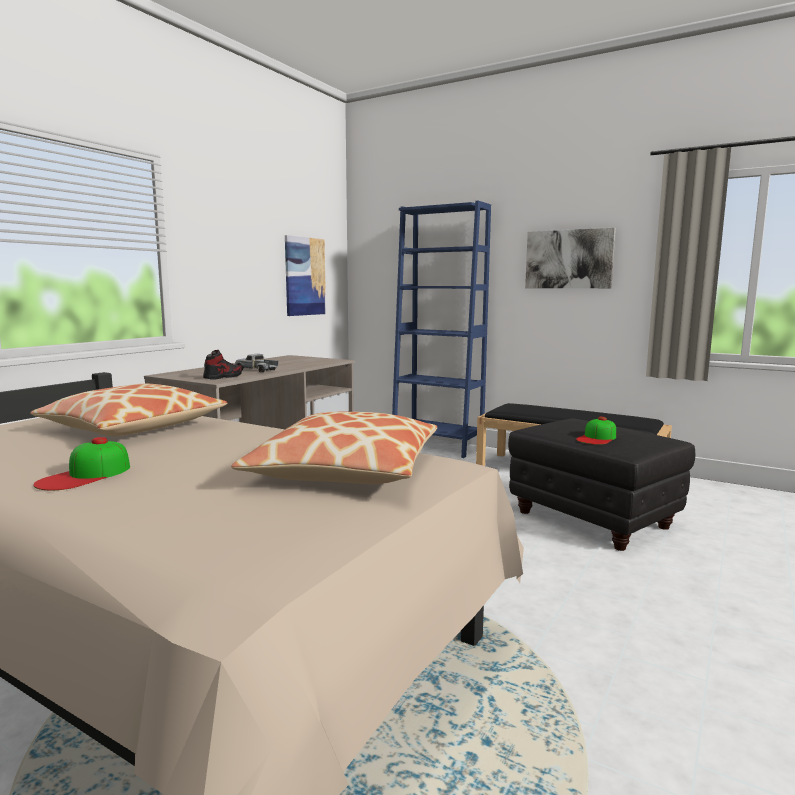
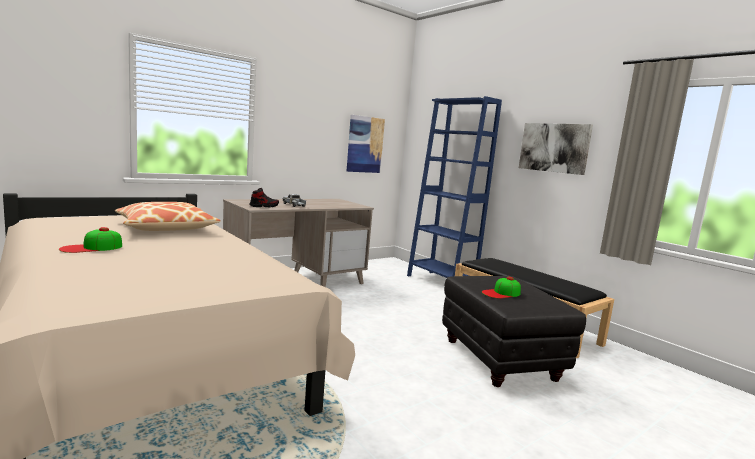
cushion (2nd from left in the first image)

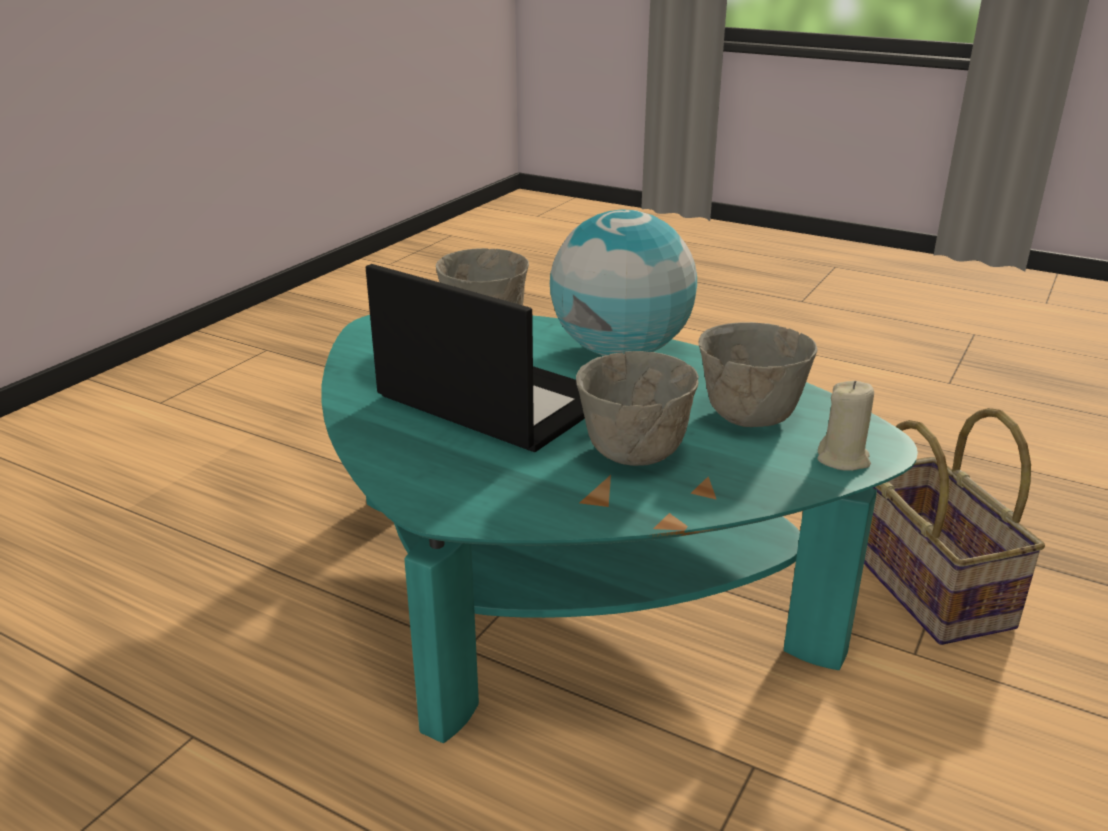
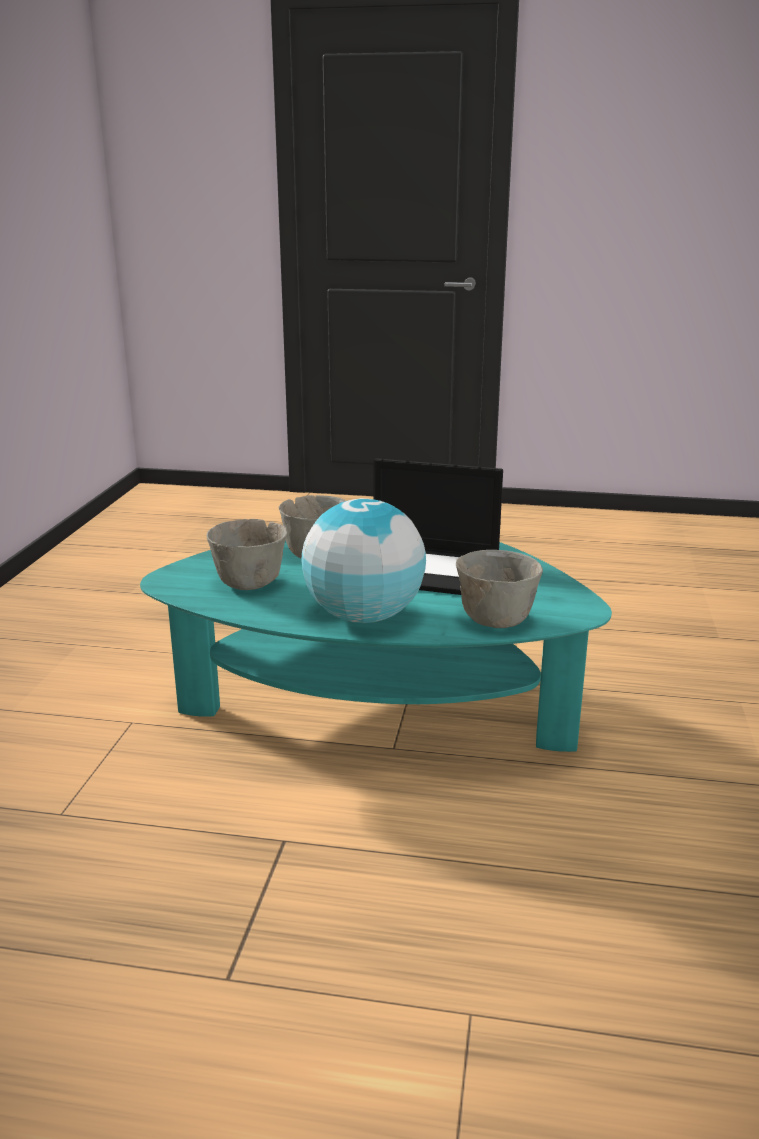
wax light (beige)
storage basket

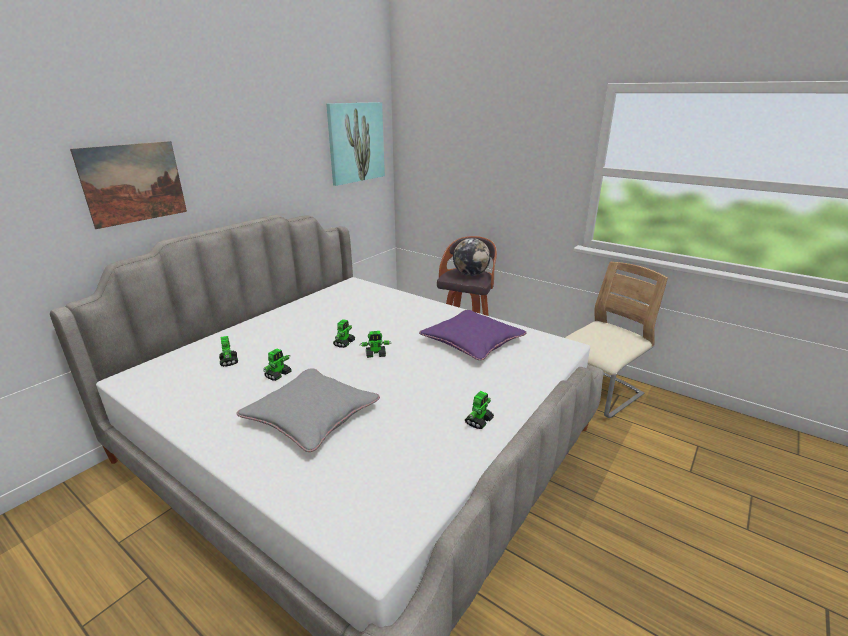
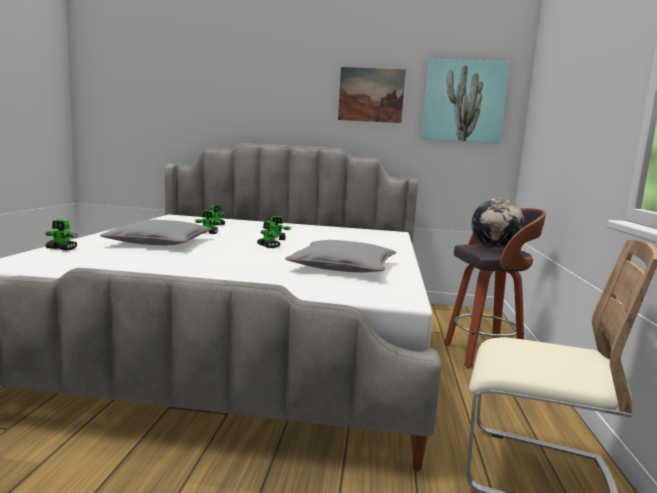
picture (1st from left)
cushion (gray) (2nd from left)
model robot (1st from left)

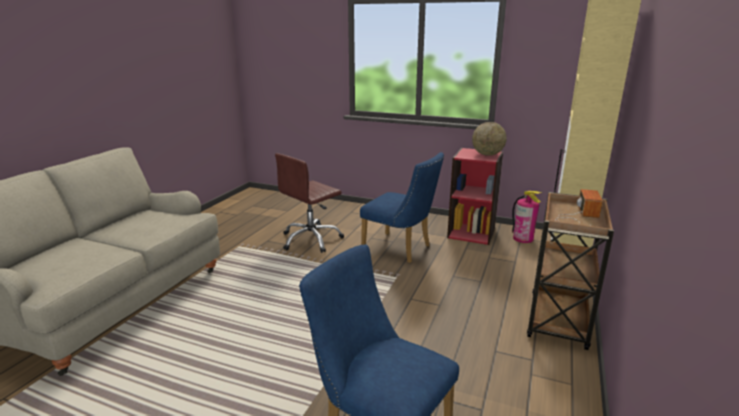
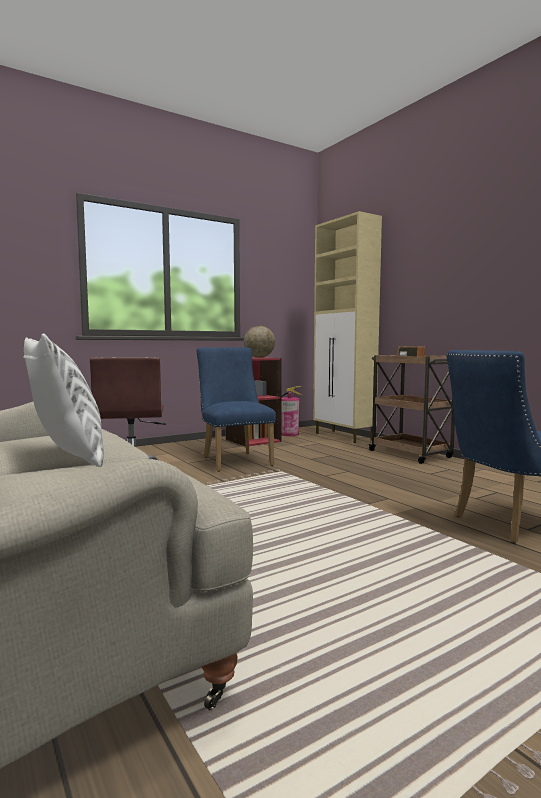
chair (blue-coloured) (1st from left)
cushion (whitish)

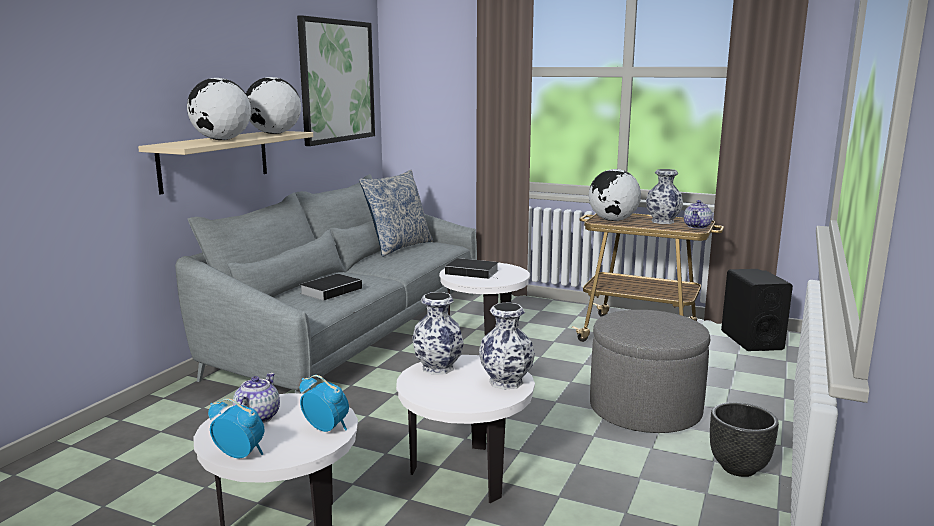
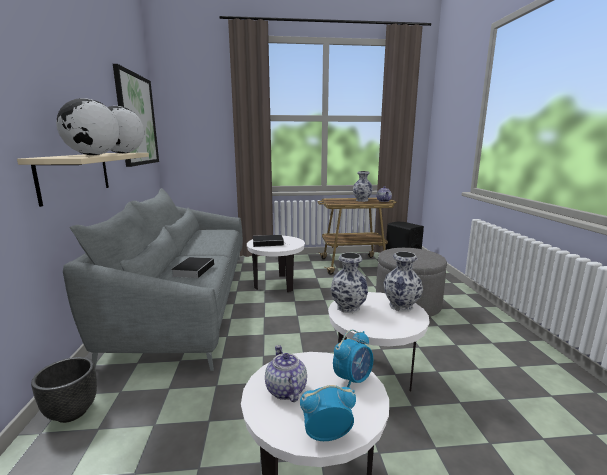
alarm clock (2nd from left)
cushion
globe (3rd from left in the first image)
planter (black)

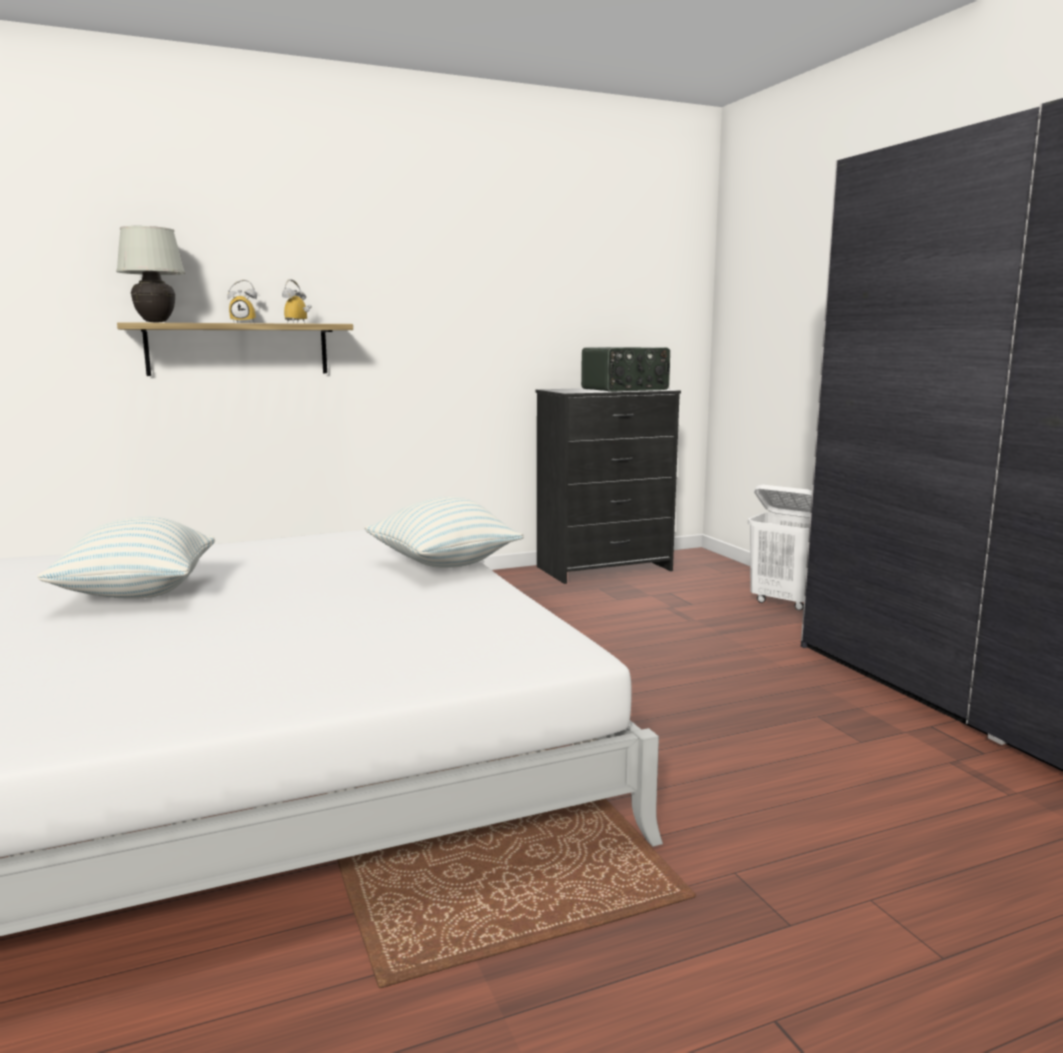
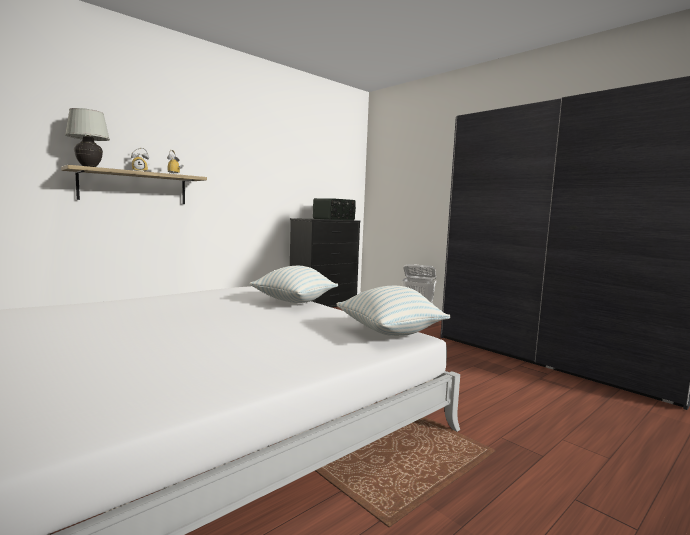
cushion (2nd from left)

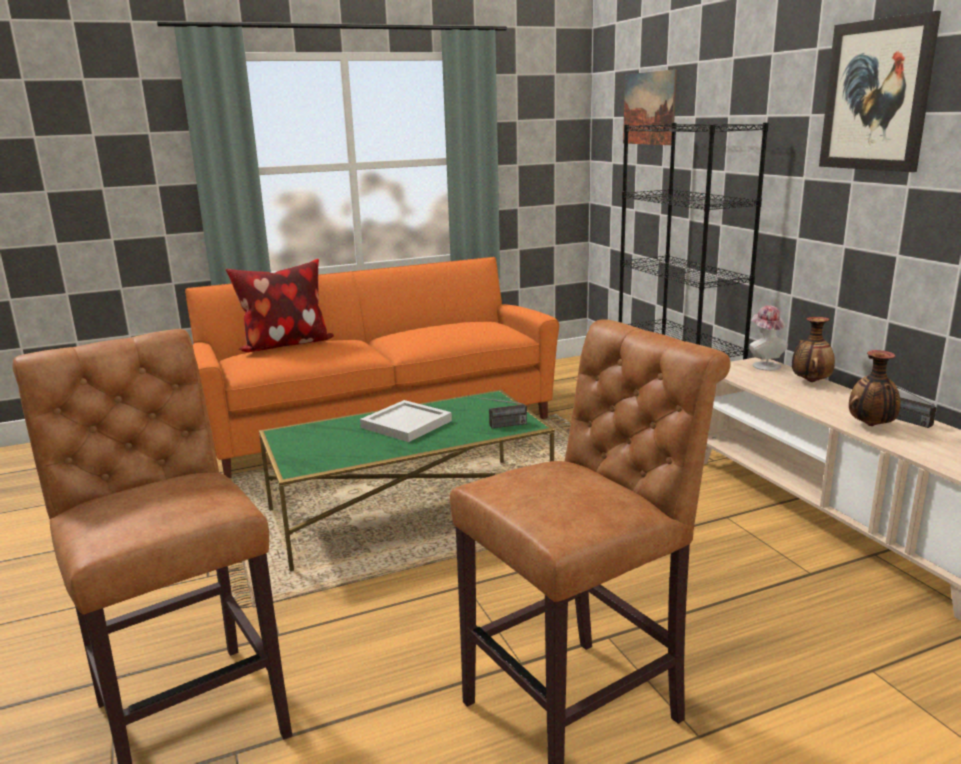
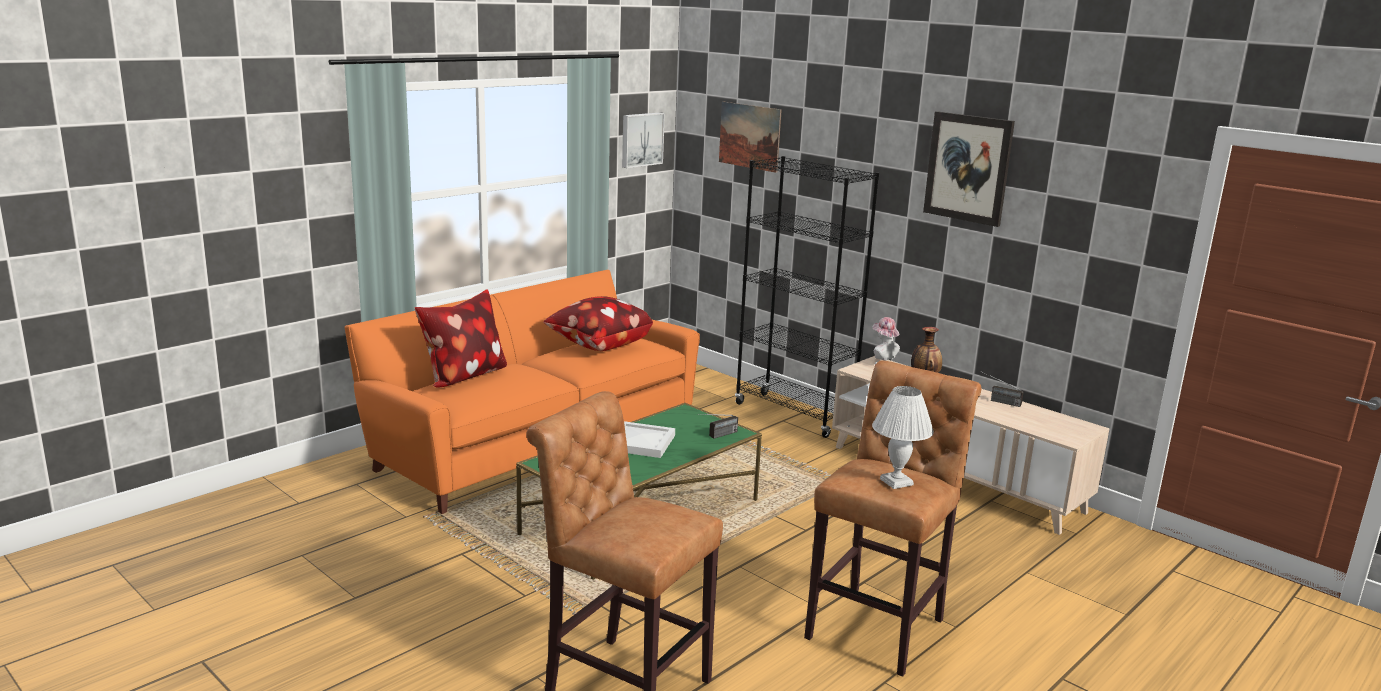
vase (2nd from left in the first image)
cushion (2nd from left)
picture (1st from left)
table lamp (whitish)

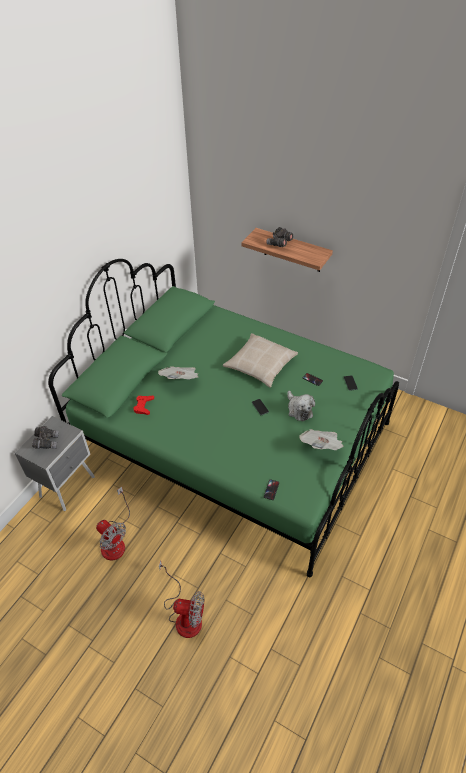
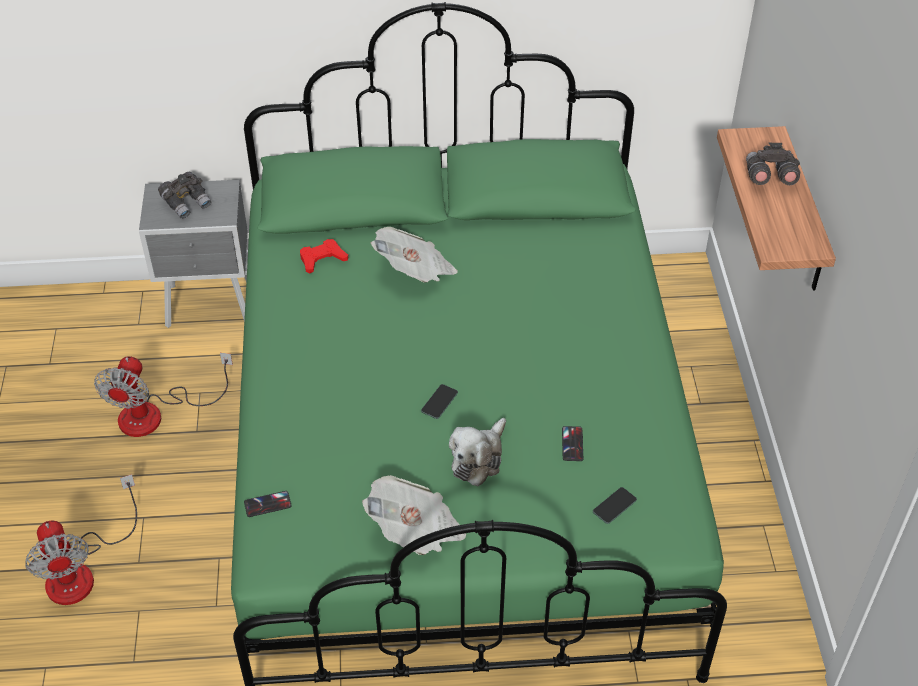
cushion (beige)

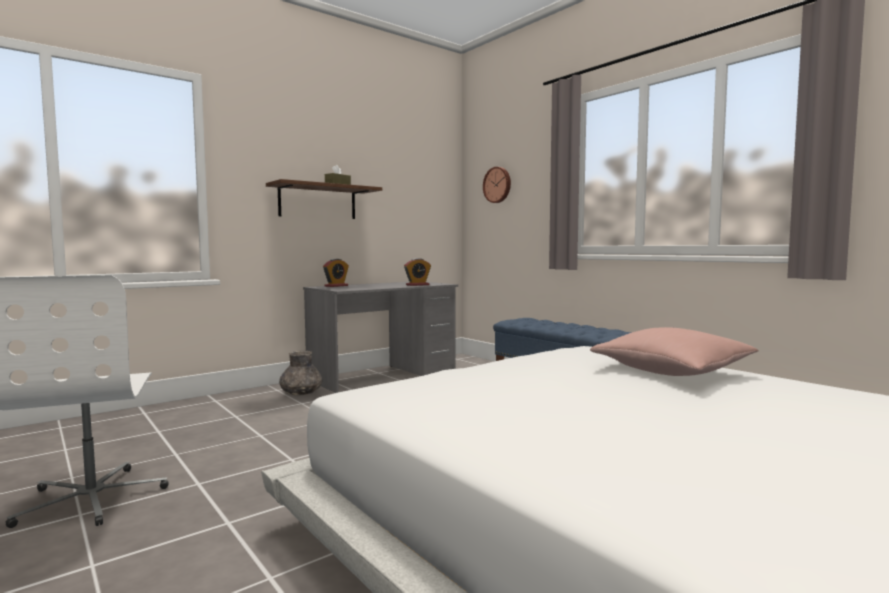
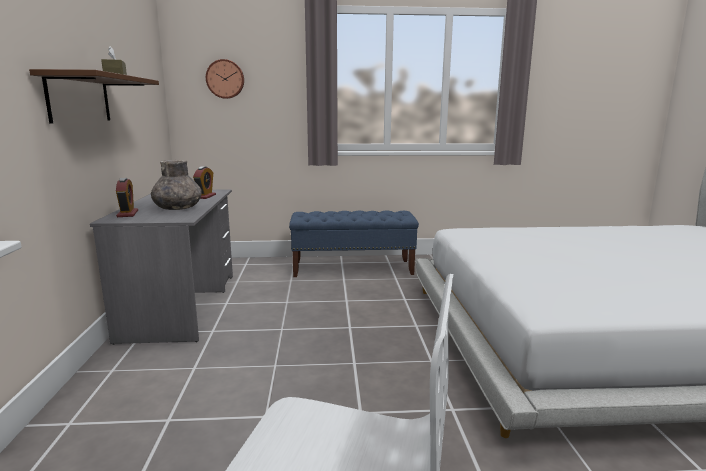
vase (gray)
cushion (pink)

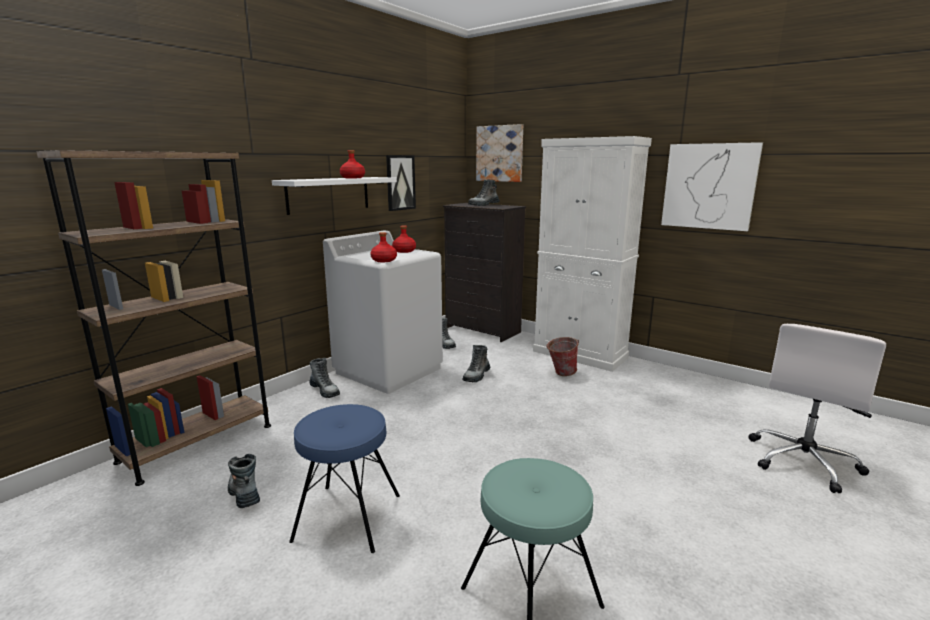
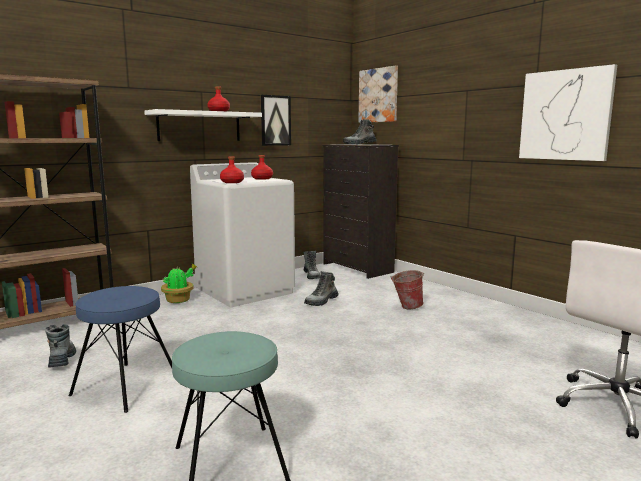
potted plant
cabinet (whitish)

